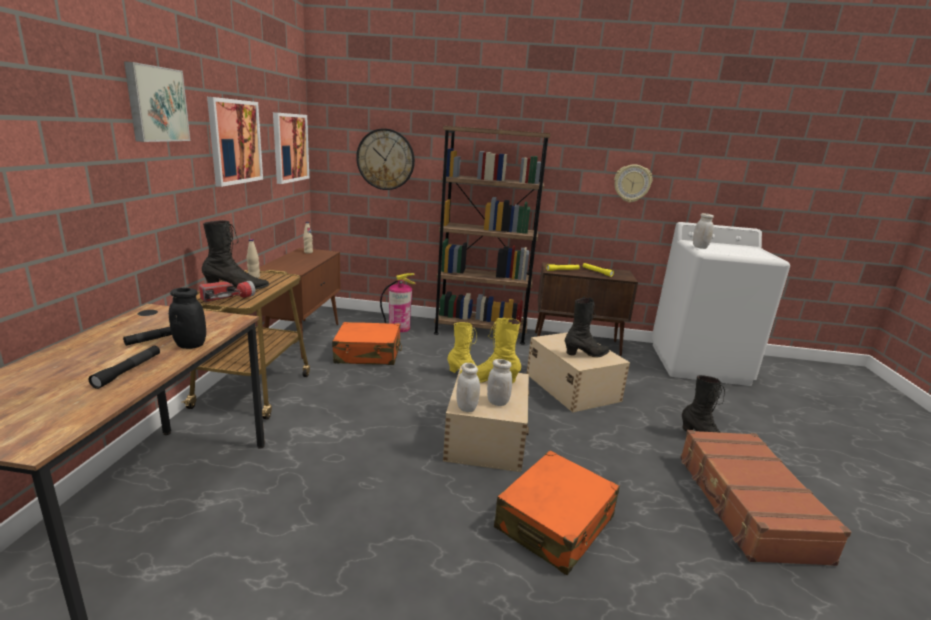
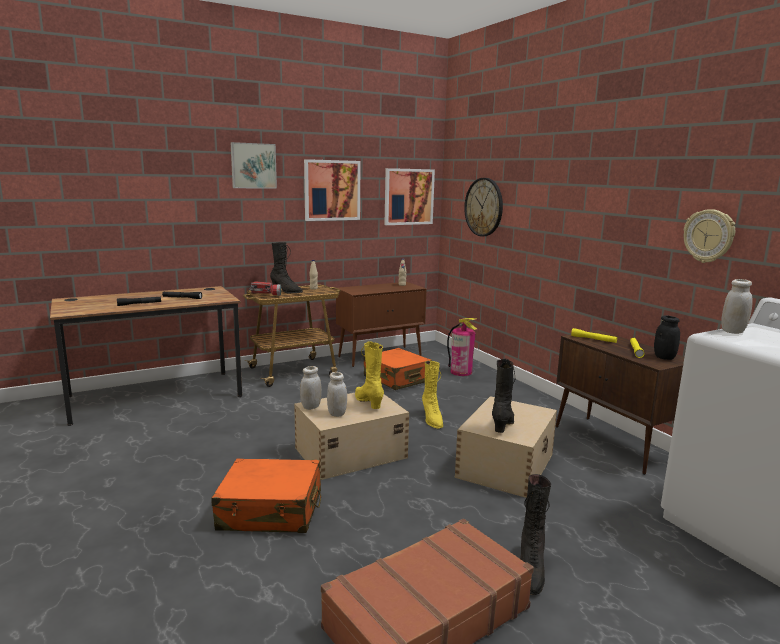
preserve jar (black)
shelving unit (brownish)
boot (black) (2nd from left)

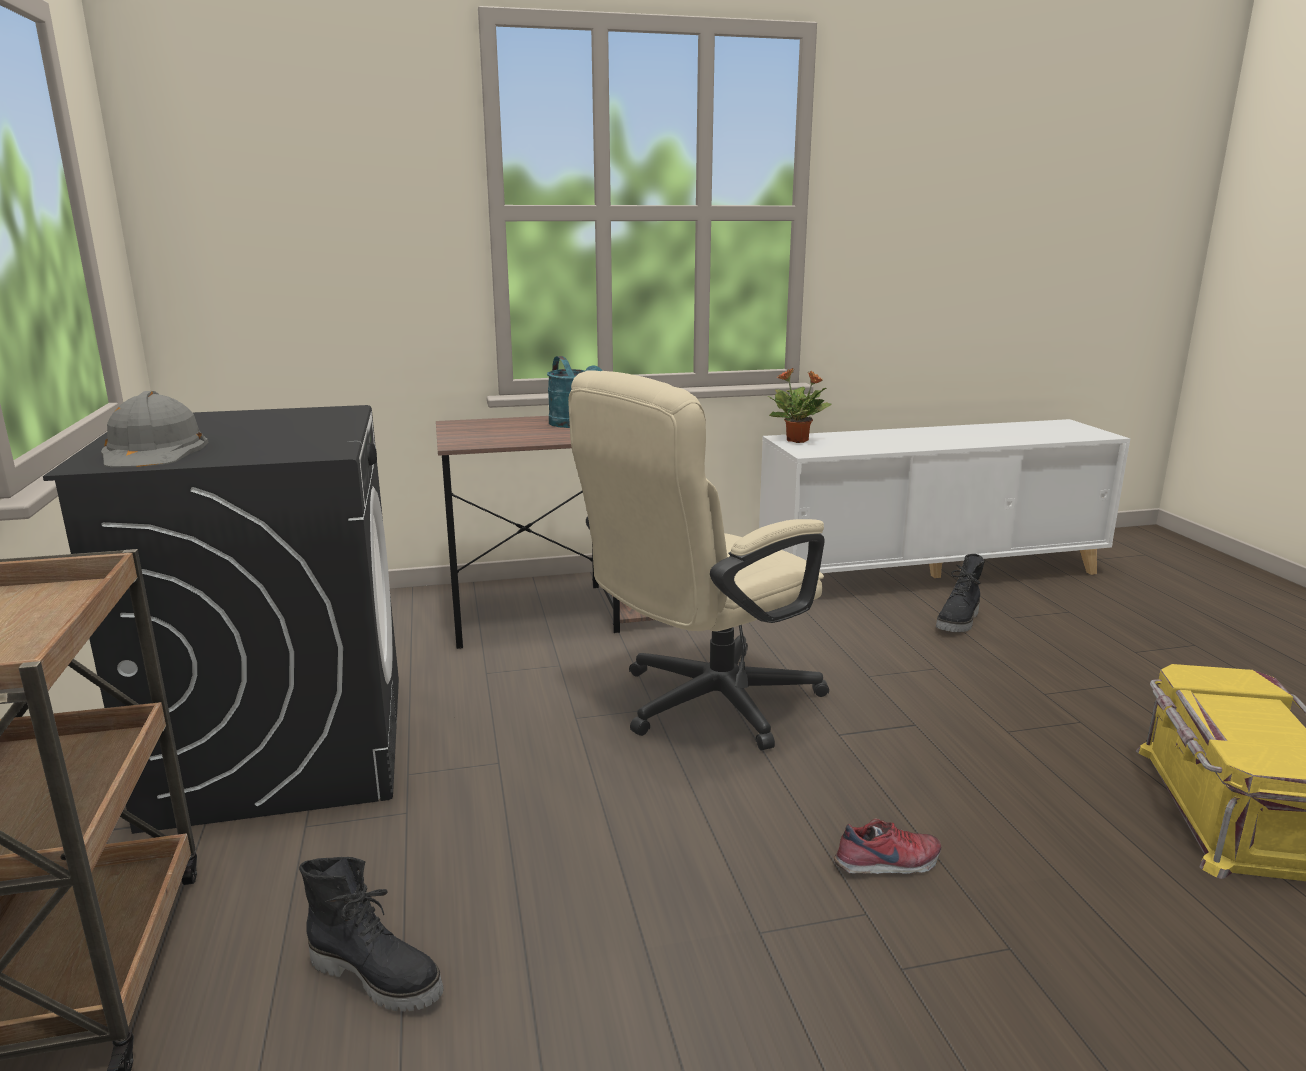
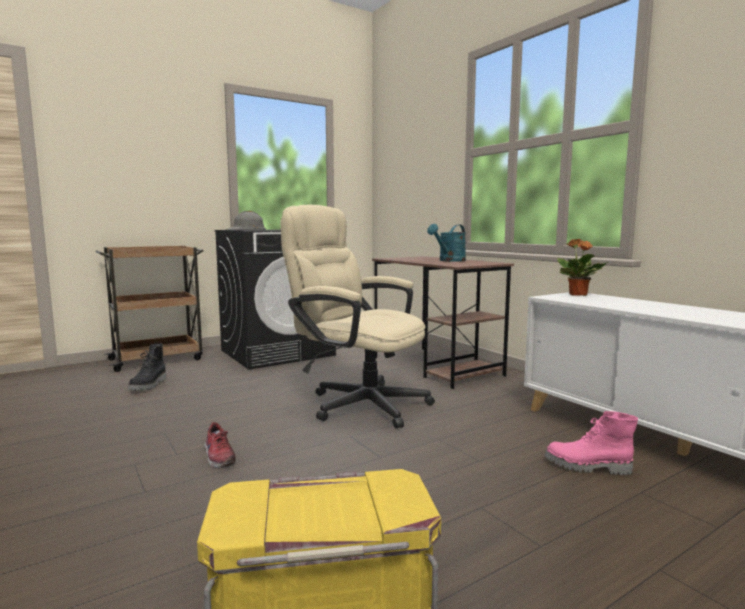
boot (pink)

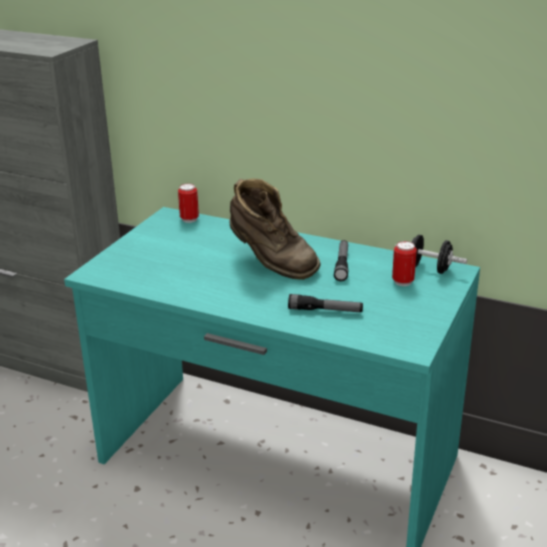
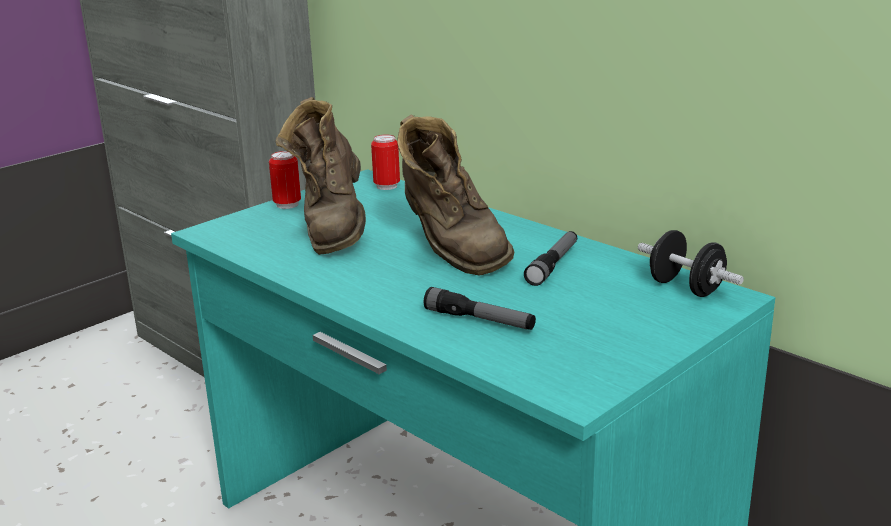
metal can (1st from left)
boot (brownish) (1st from left)

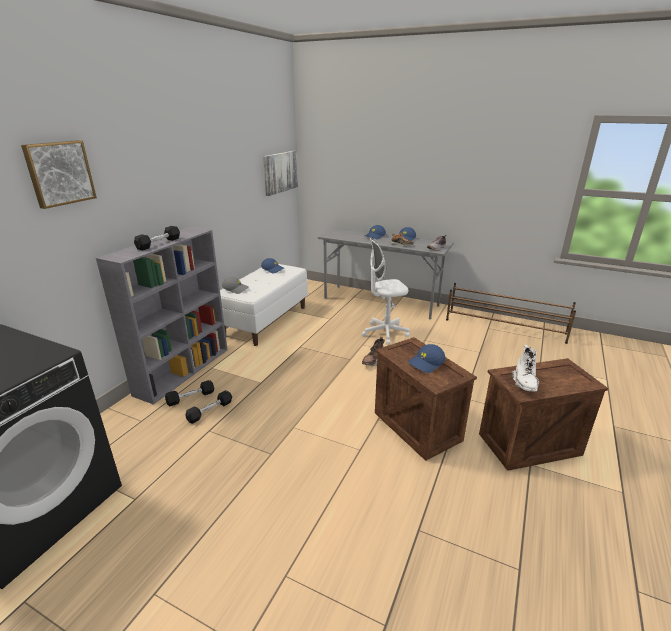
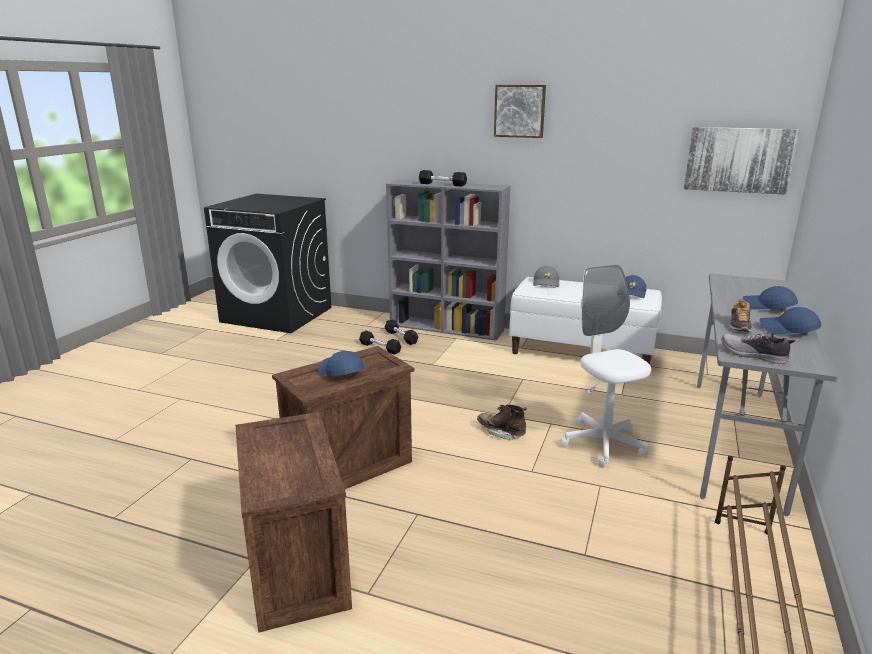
picture (1st from left)
boot (whitish)

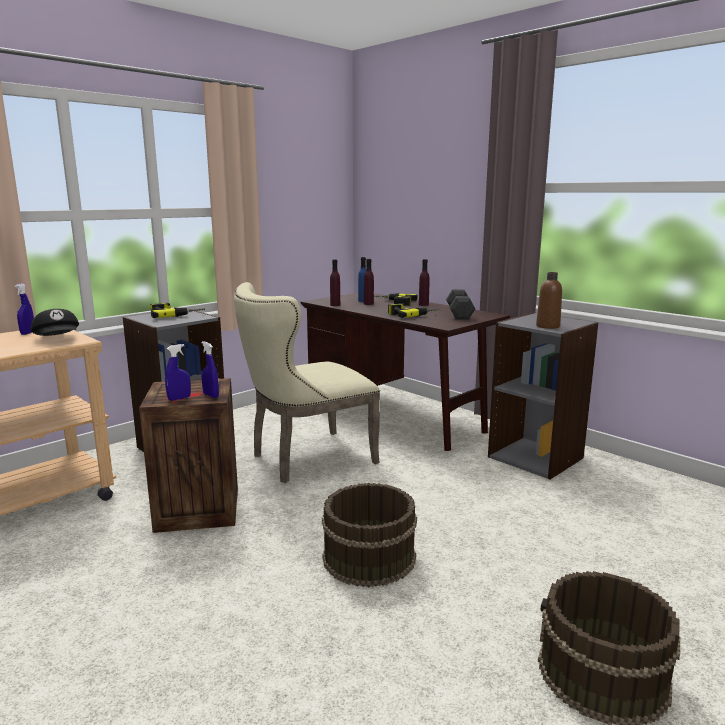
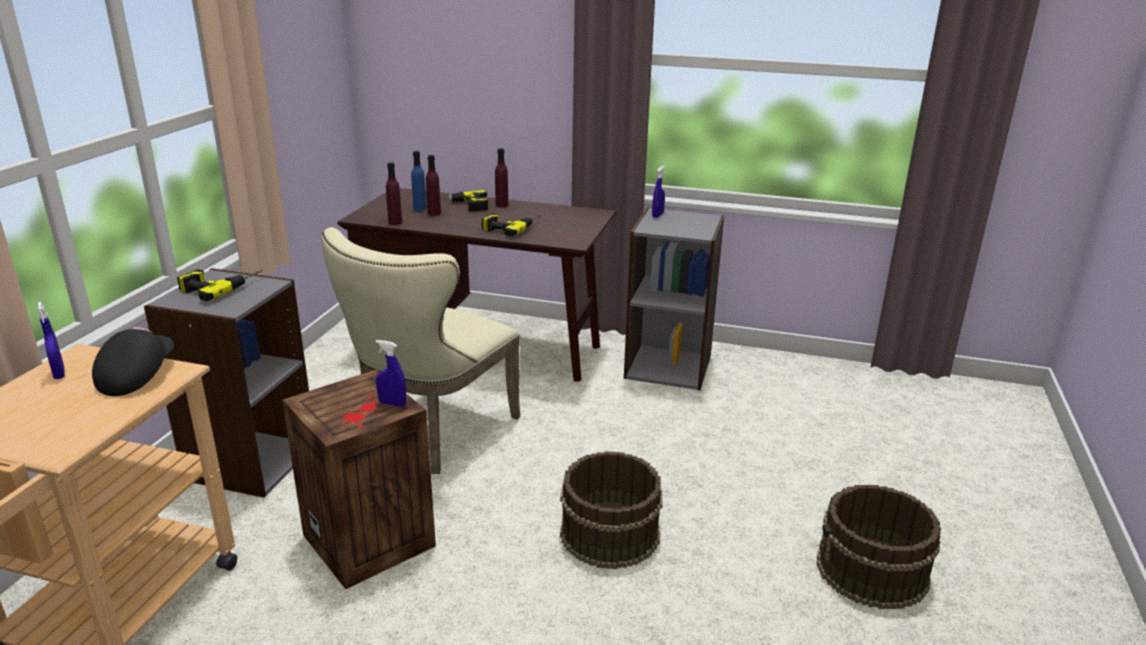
cap (black)
hand sprayer (blue-coloured) (3rd from left)
free weight (black)
drink bottle (brownish)

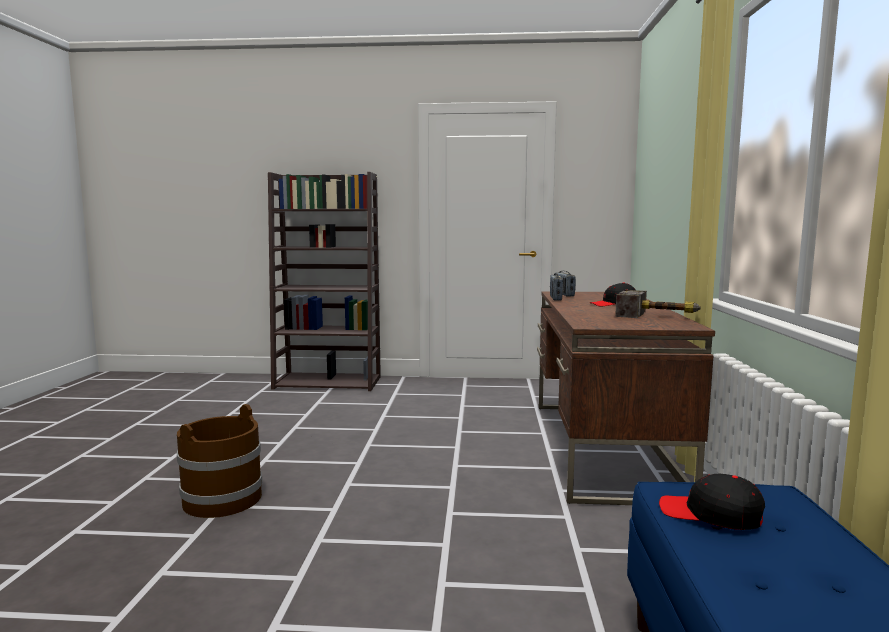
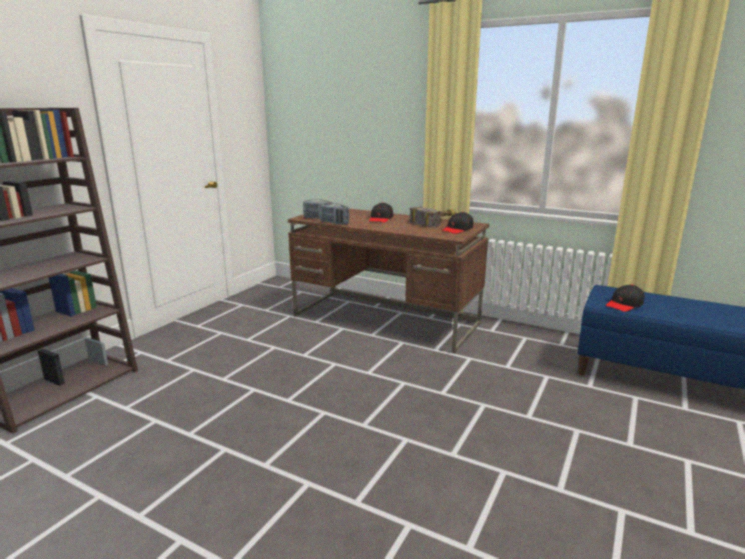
water bucket (brownish)
cap (black) (2nd from left)

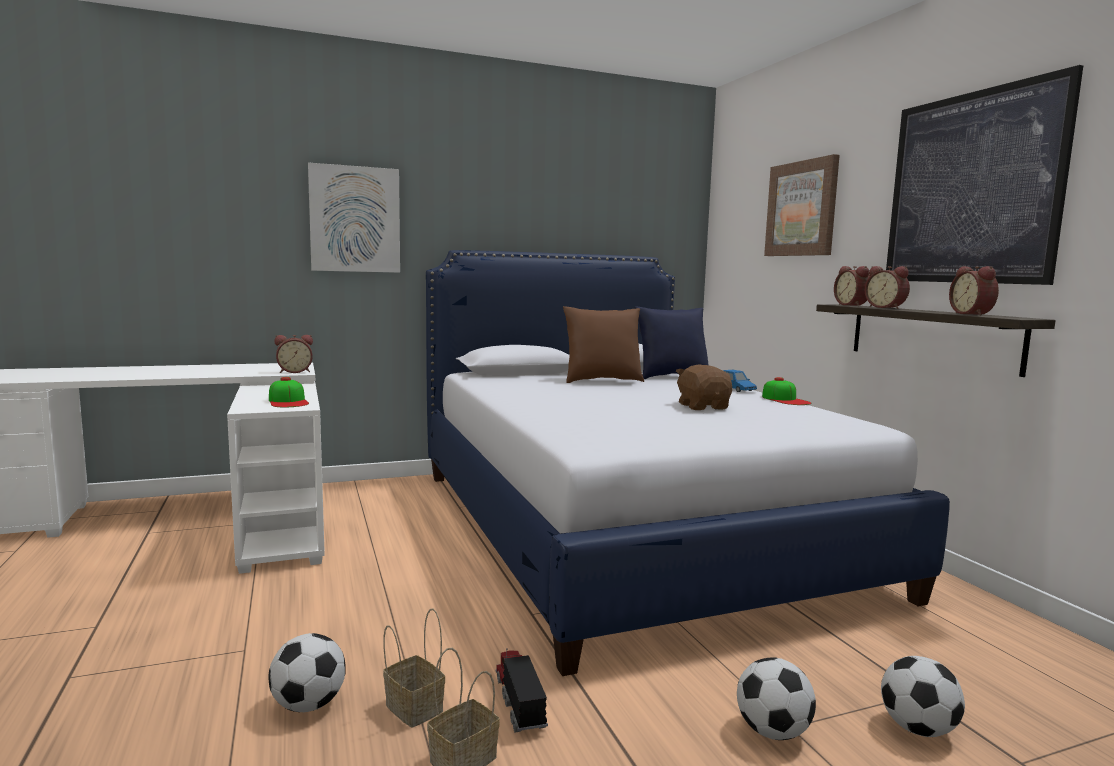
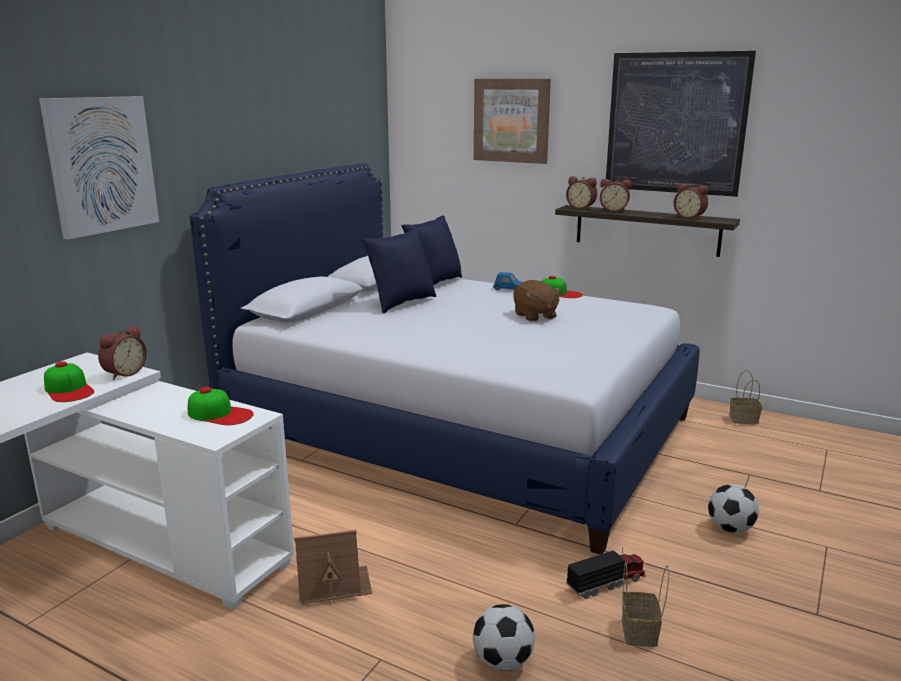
storage basket (2nd from left)
toy lorry
cushion (blue-coloured) (1st from left)
soft toy (brownish)
football ball (3rd from left in the first image)
cap (1st from left)
model house

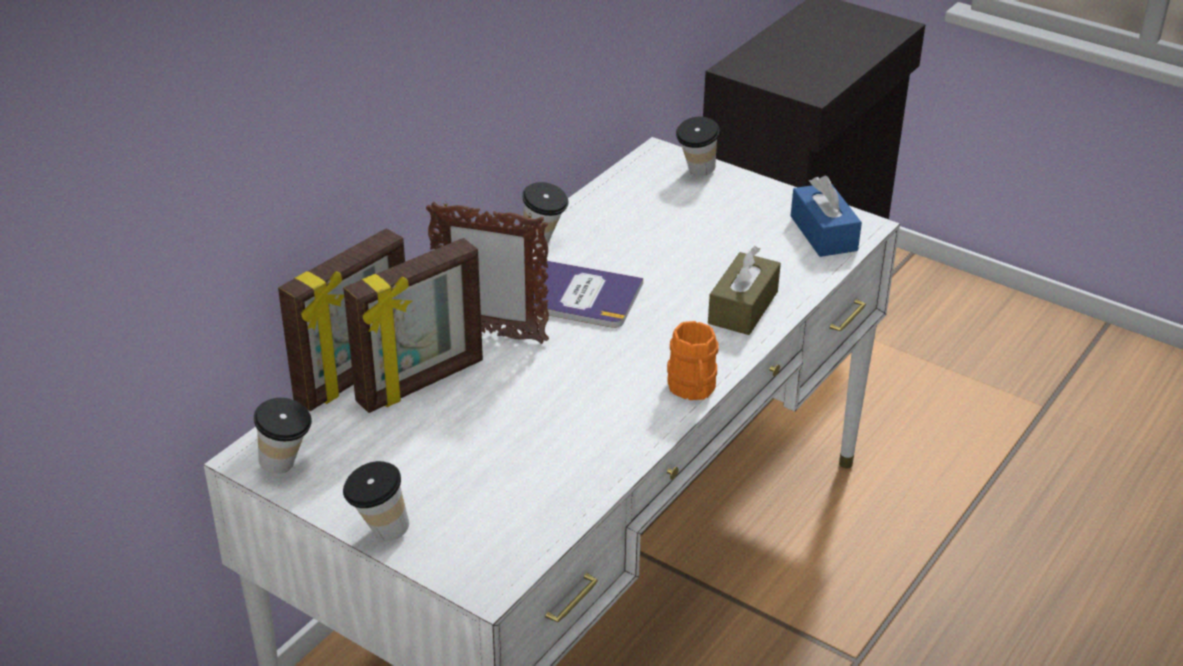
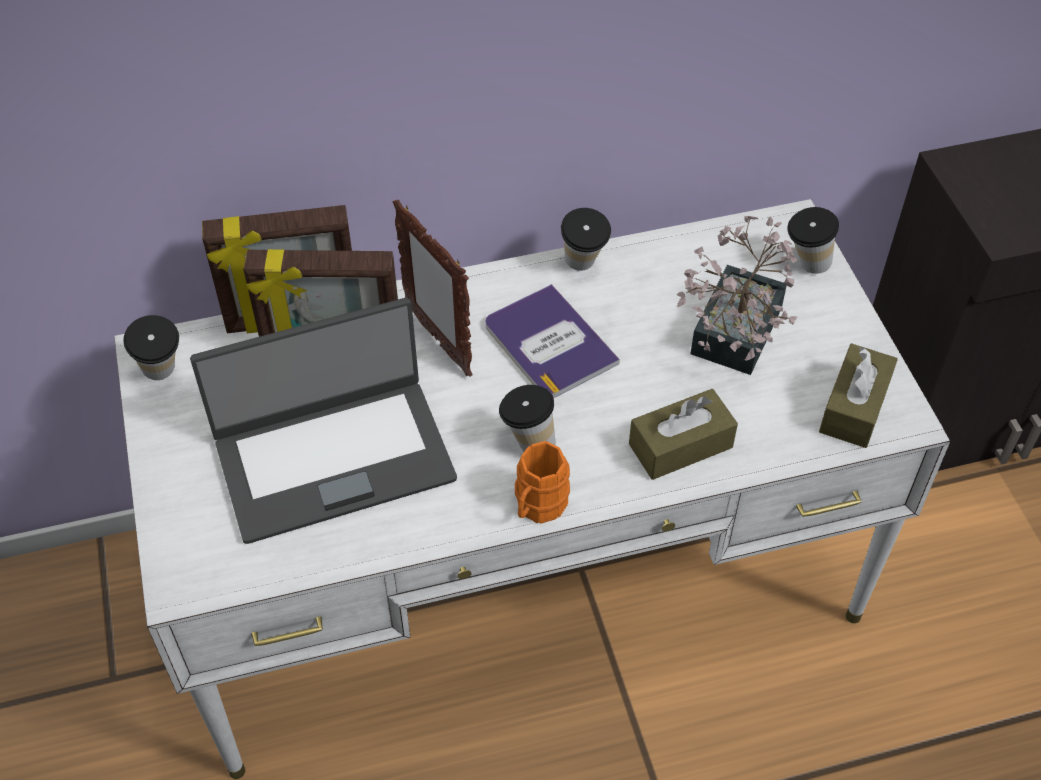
cup (2nd from left)
tissue box (brownish) (2nd from left)
notebook computer
potted plant

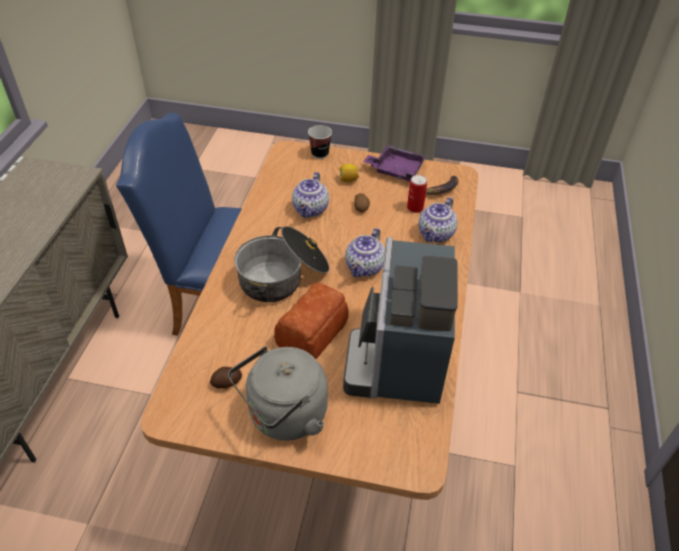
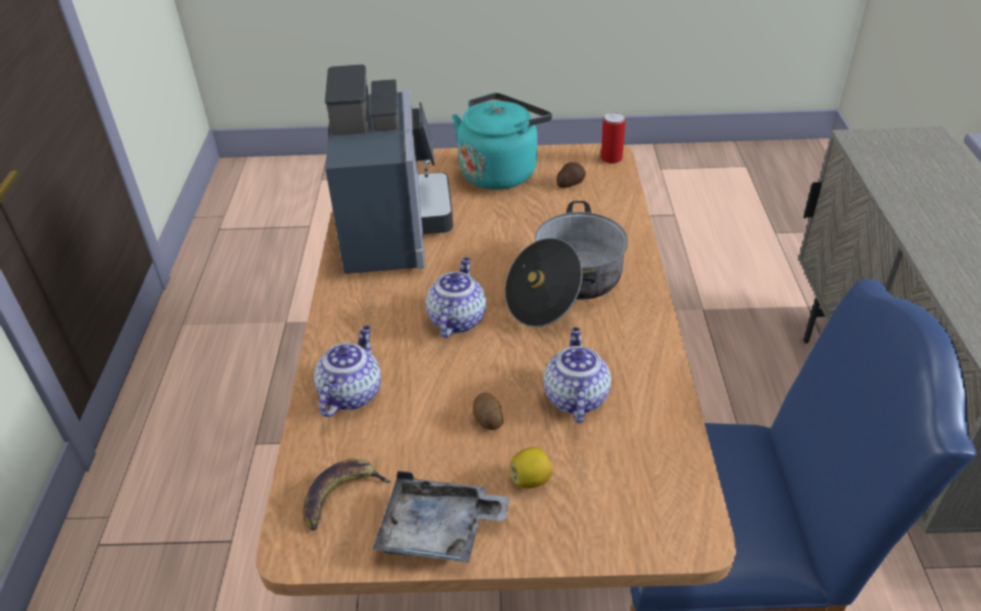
tea kettle (turquoise)
bread
cup
tray (gray)
metal can

